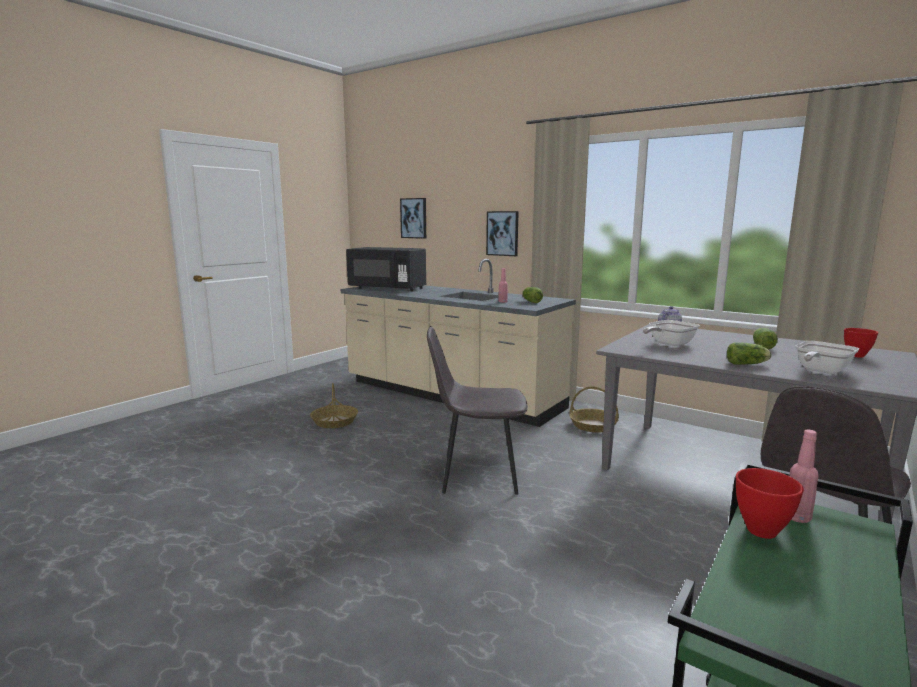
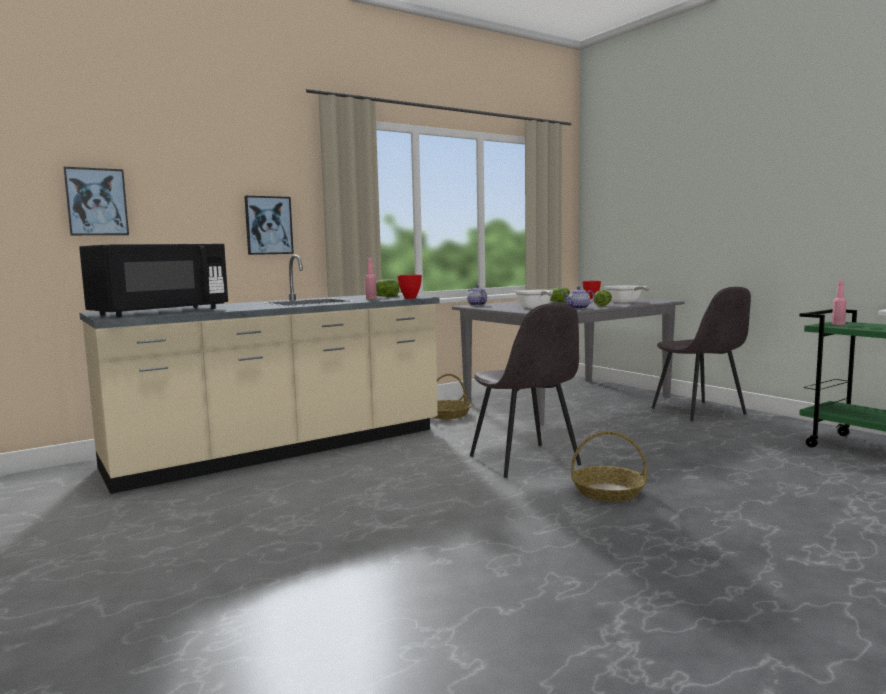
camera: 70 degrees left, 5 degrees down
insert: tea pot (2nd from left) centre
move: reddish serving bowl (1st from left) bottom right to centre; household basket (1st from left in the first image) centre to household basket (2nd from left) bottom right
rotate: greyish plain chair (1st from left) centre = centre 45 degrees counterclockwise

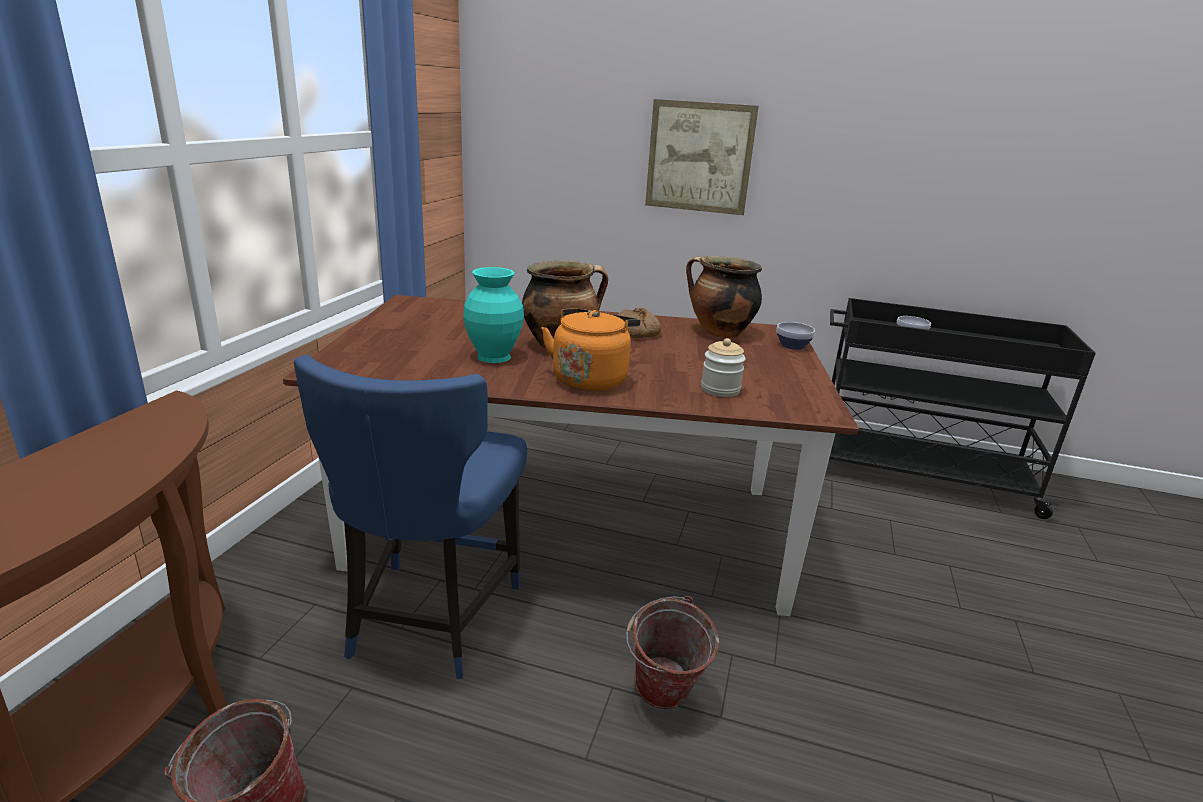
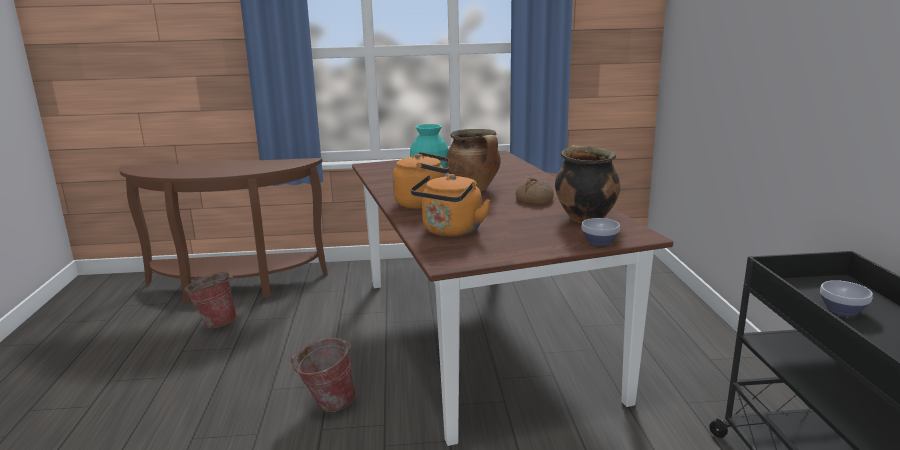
camera: 70 degrees right, 5 degrees down
delete: blue plain chair centre; picture top centre
replace: storage jar centre to orange water kettle (2nd from left) centre

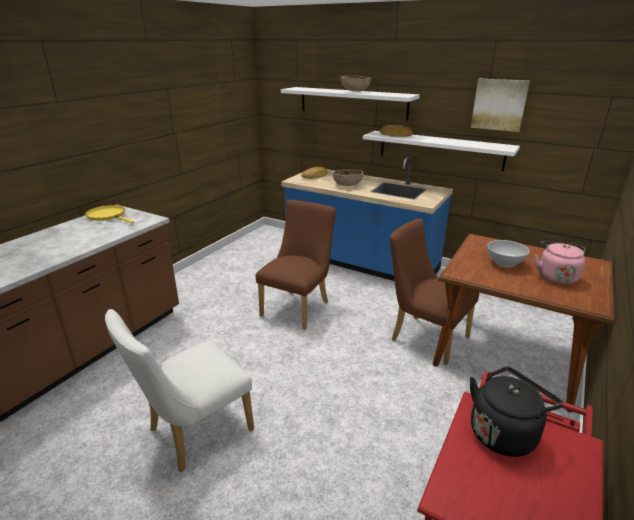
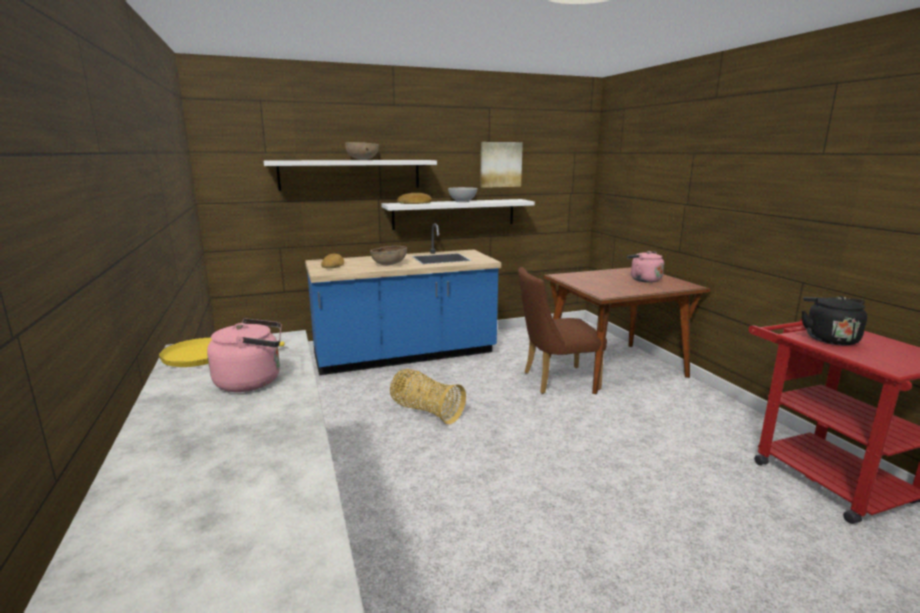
camera: 50 degrees left, 10 degrees down
delete: white-coloured plain chair bottom left
insert: pink-coloured water kettle (1st from left) middle left
move: white-coloured serving bowl middle right to top centre
replace: brown-coloured plain chair (1st from left) centre to household basket centre

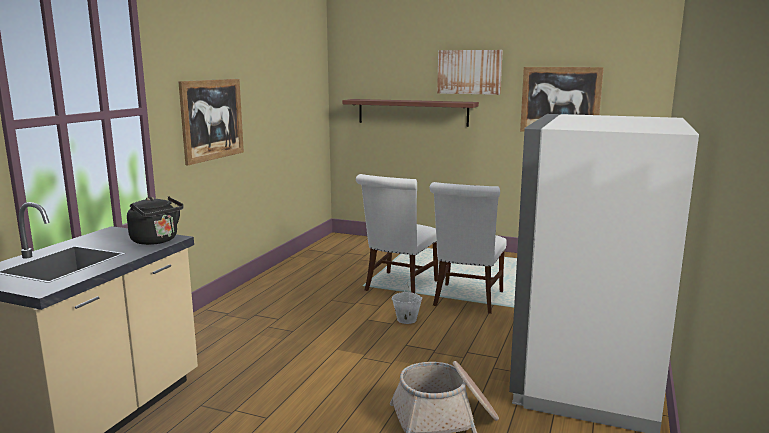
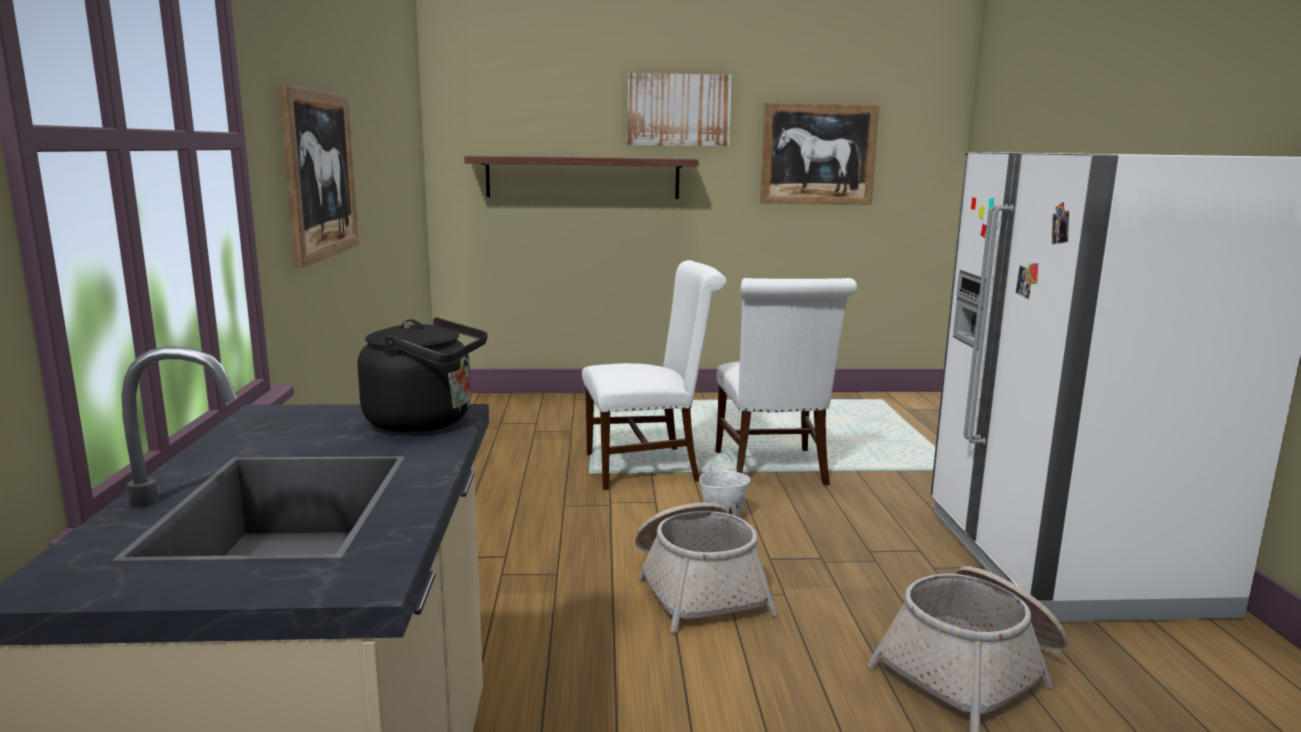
camera: 25 degrees left, 0 degrees up
insert: household basket (1st from left) bottom centre
rotate: white-coloured plain chair (1st from left) centre = centre 105 degrees counterclockwise

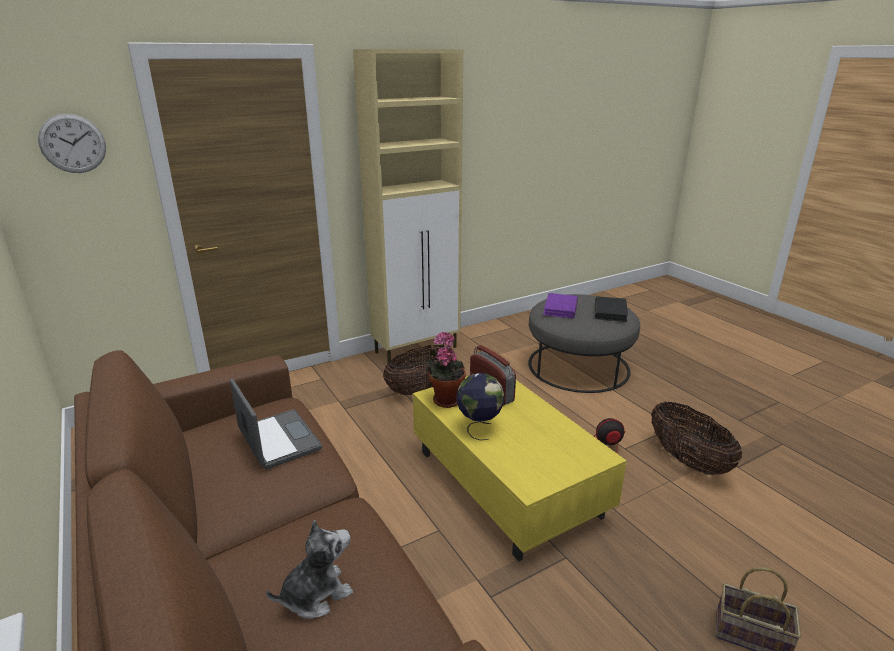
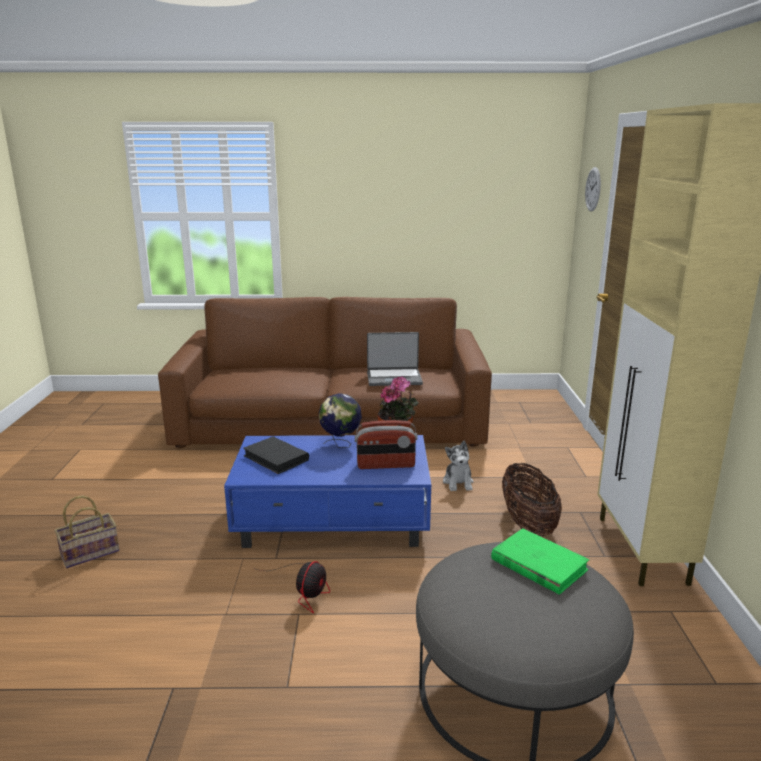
camera: 120 degrees right, 5 degrees down
delete: household basket (2nd from left) bottom right
move: blackish bound book middle right to centre; soft toy bottom centre to centre
recolor: yellowish lounge table bottom centre to blue lounge table centre; purple bound book centre to greenish bound book bottom right

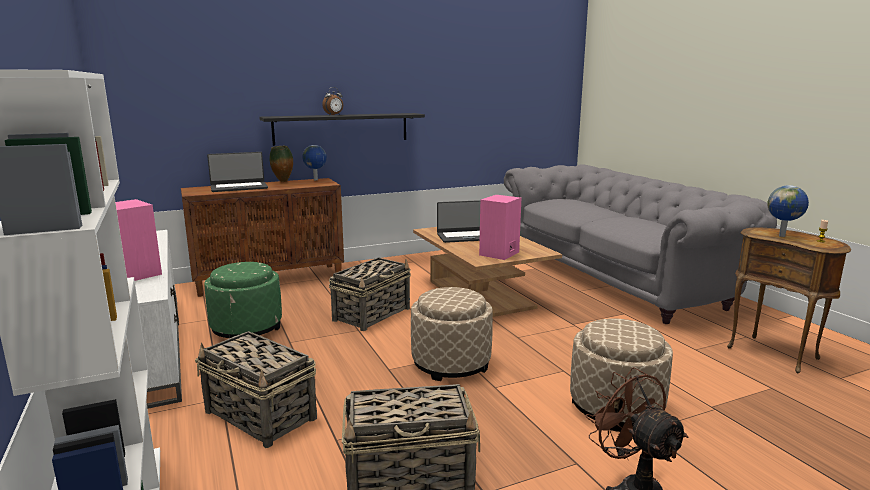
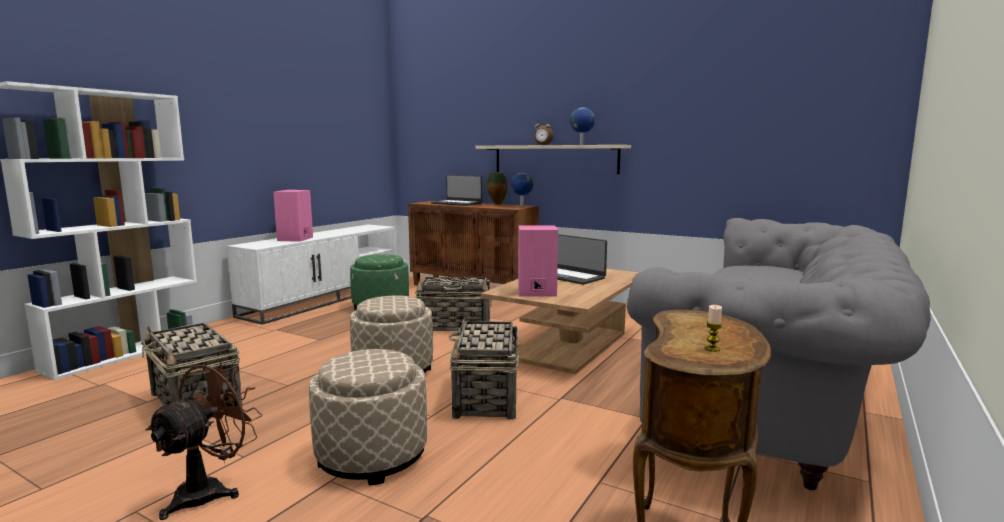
camera: 55 degrees right, 5 degrees down
move: household basket (1st from left in the first image) bottom left to household basket (3rd from left) bottom centre; desk globe (2nd from left) middle right to top centre
recolor: blackish wall shelf top centre to beige wall shelf top centre

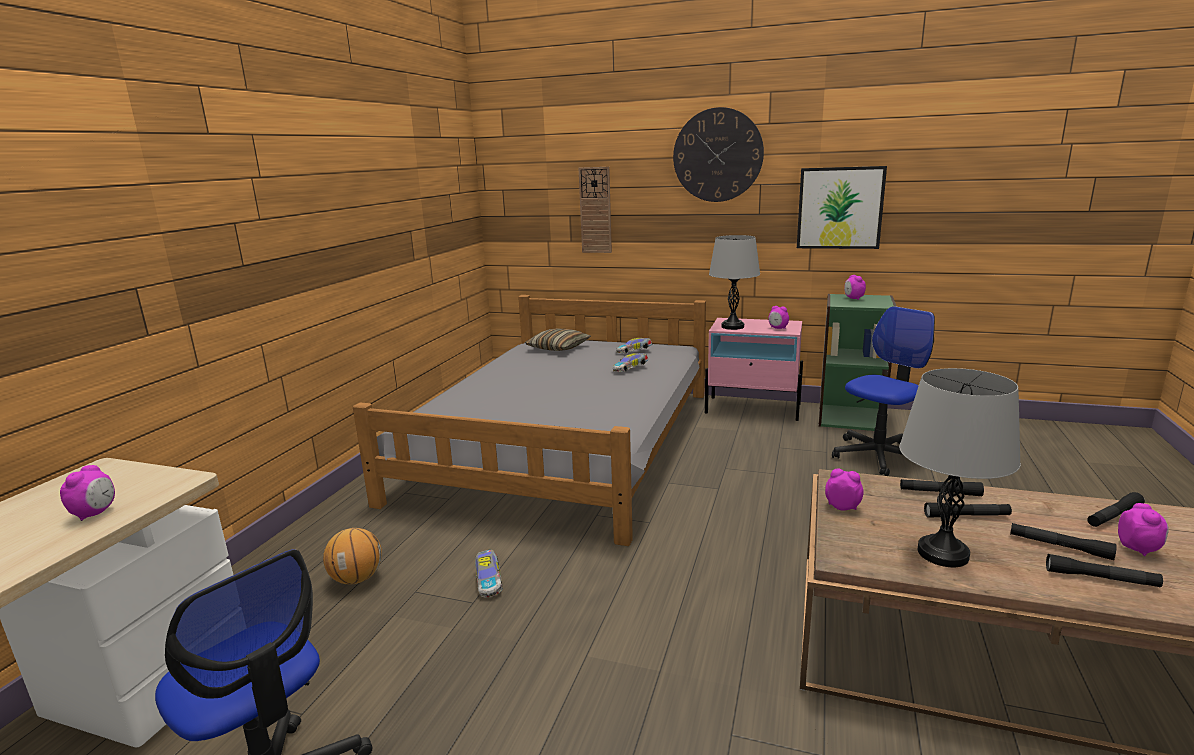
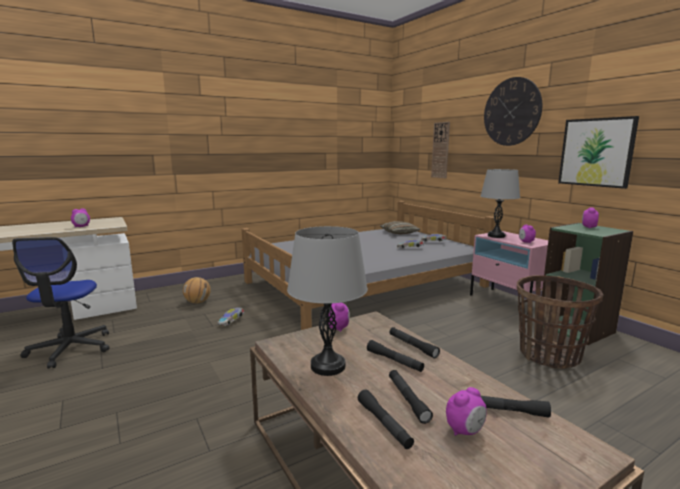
camera: 40 degrees right, 5 degrees down
replace: office chair (2nd from left) middle right to household basket middle right

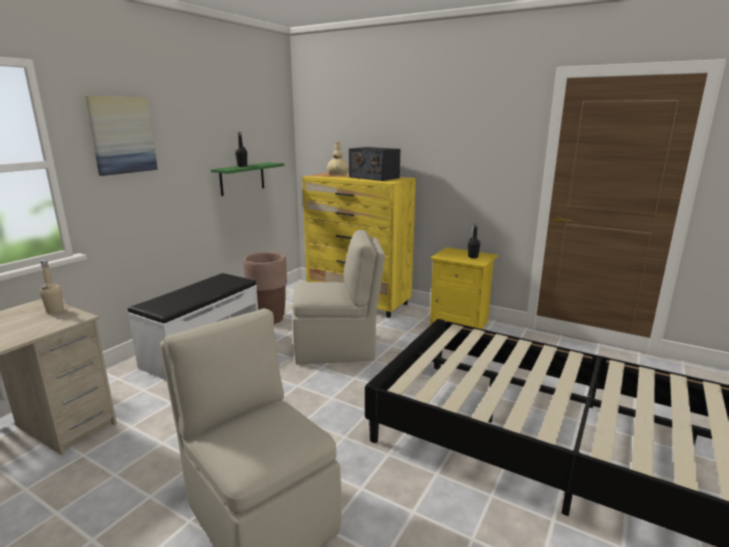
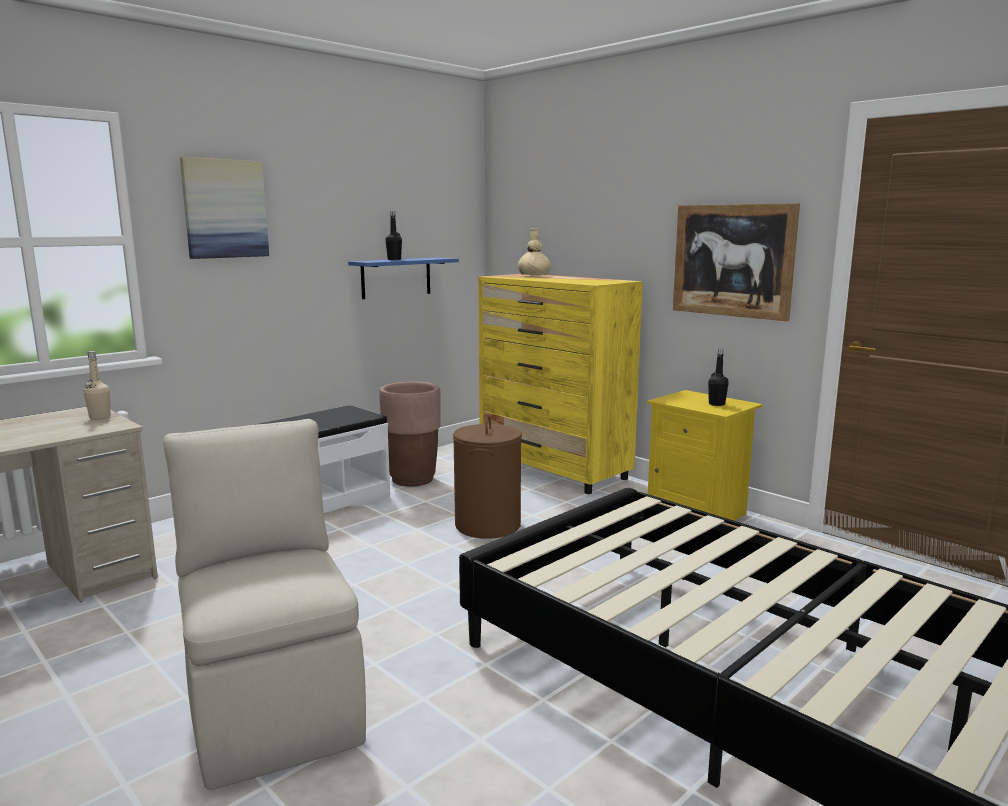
camera: 15 degrees right, 5 degrees down
delete: radio receiver top centre
insert: picture (2nd from left) top right
replace: beige plain chair (2nd from left) centre to brown-coloured washing basket centre
recolor: greenish wall shelf top centre to blue wall shelf centre

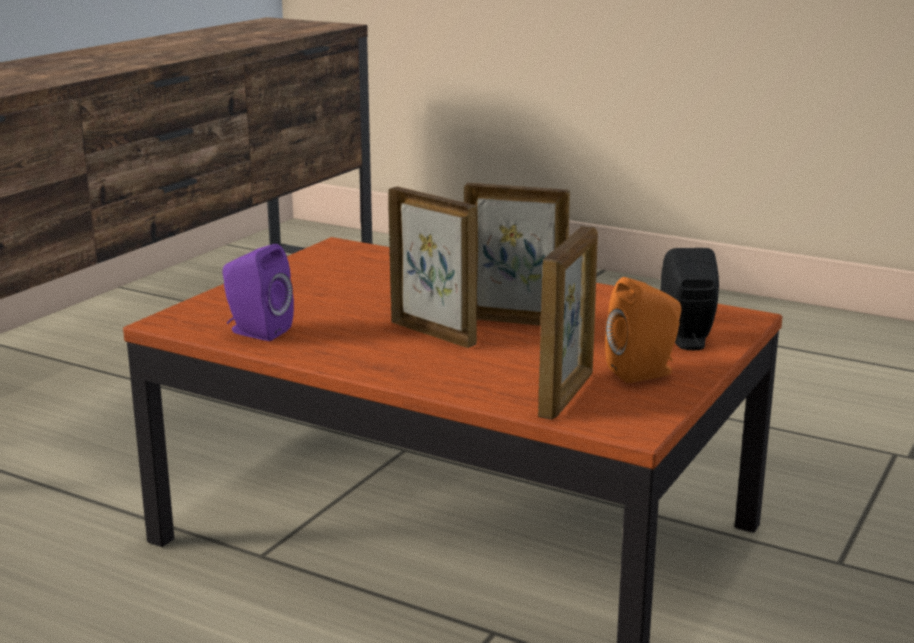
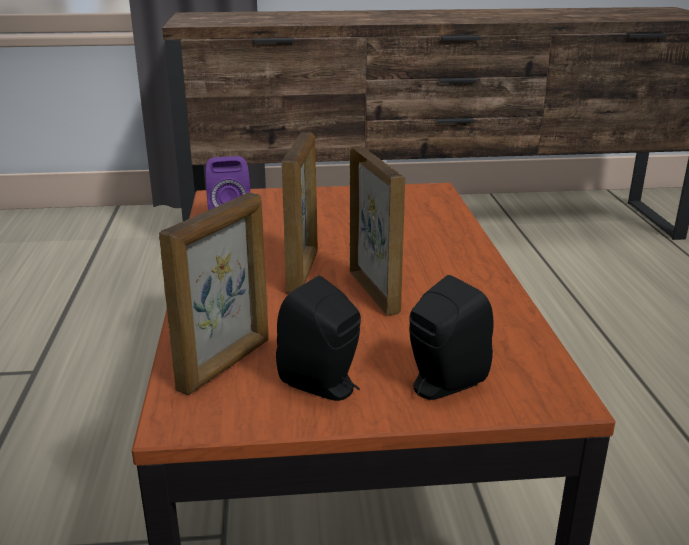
camera: 55 degrees right, 5 degrees up
recolor: orange audio speaker middle right to blackish audio speaker (1st from left) centre
rotate: standing frame (3rd from left in the first image) centre = middle left 45 degrees counterclockwise

